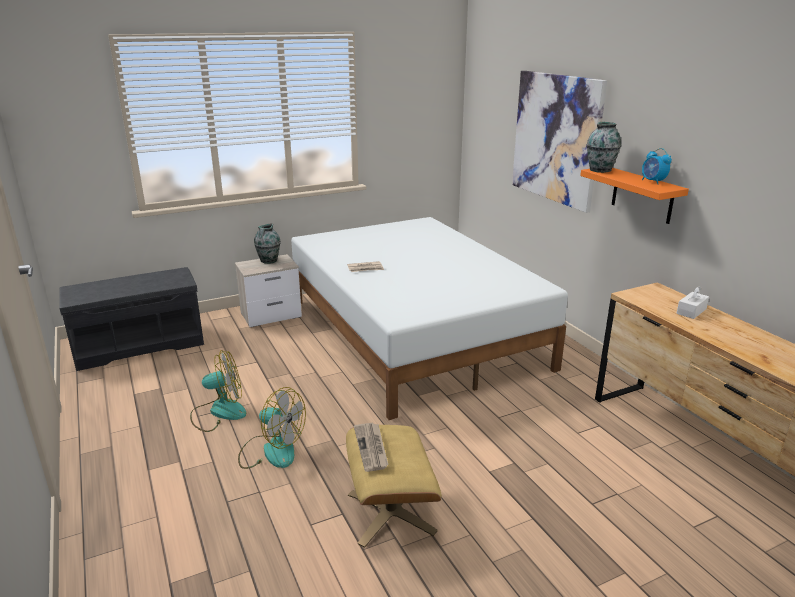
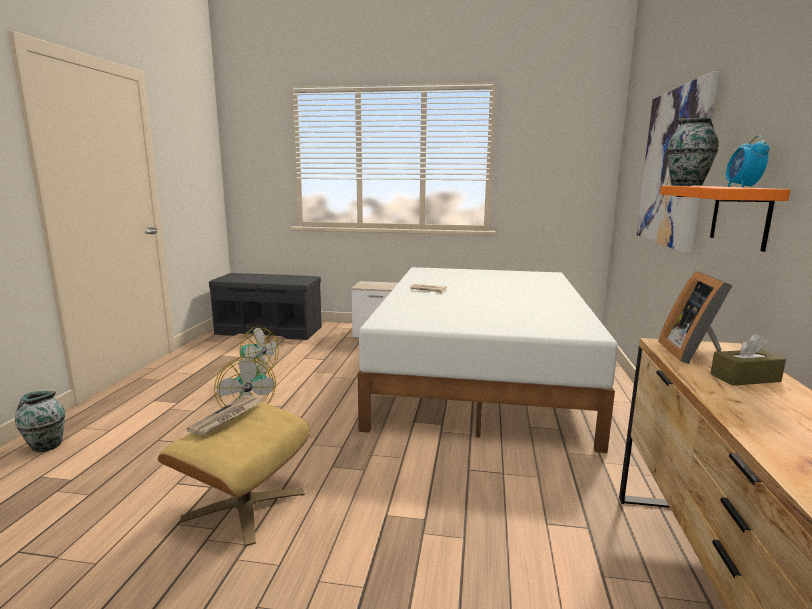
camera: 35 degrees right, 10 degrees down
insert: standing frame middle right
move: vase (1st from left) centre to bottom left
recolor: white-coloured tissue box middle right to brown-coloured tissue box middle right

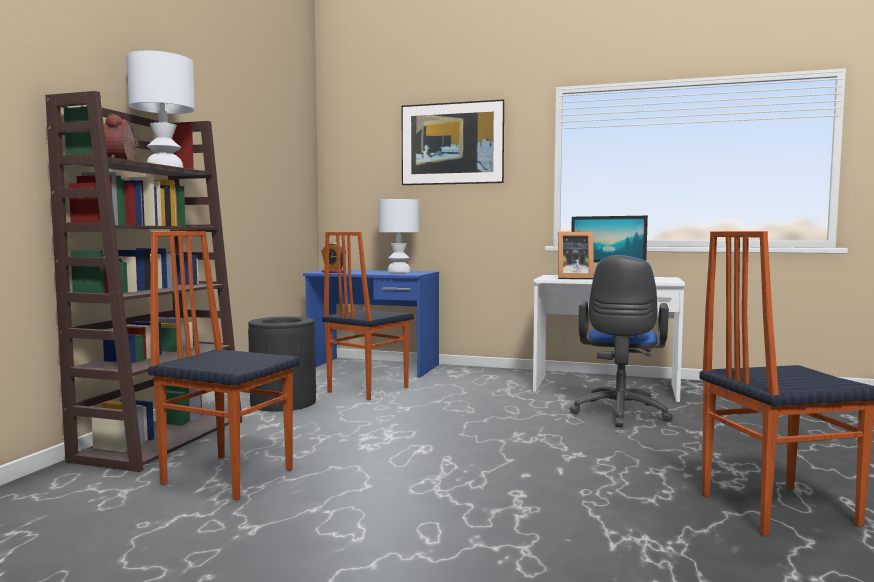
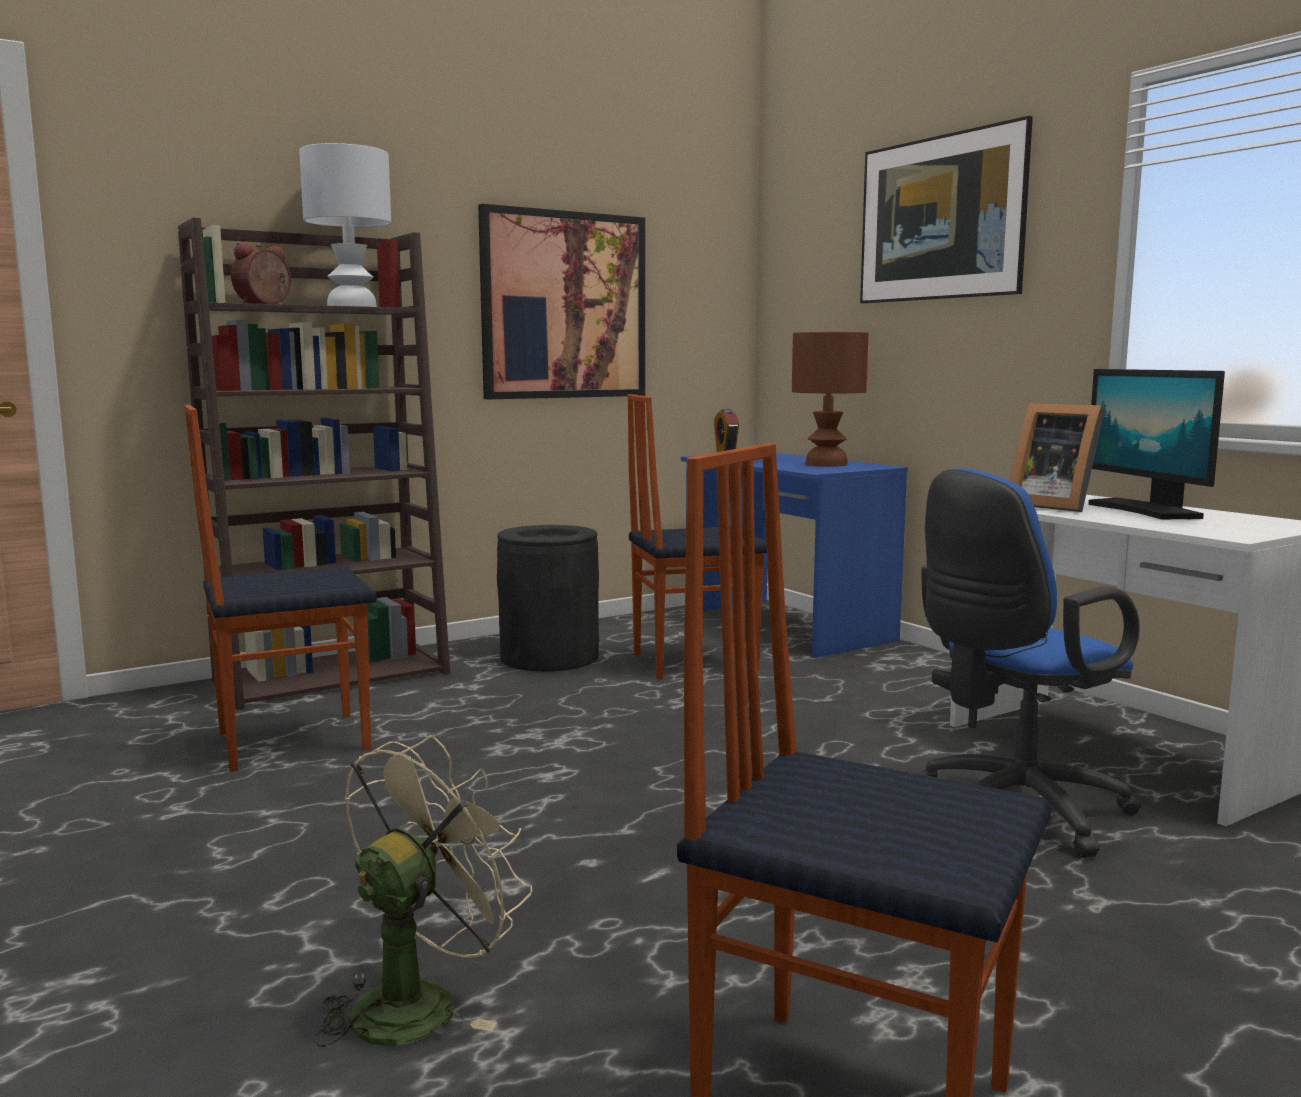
camera: 40 degrees right, 5 degrees up
insert: beige cooling fan bottom left; picture (1st from left) top centre
recolor: white-coloured lamp for a table (2nd from left) centre to brown-coloured lamp for a table centre
rotate: plain chair (1st from left) middle left = middle left 90 degrees counterclockwise

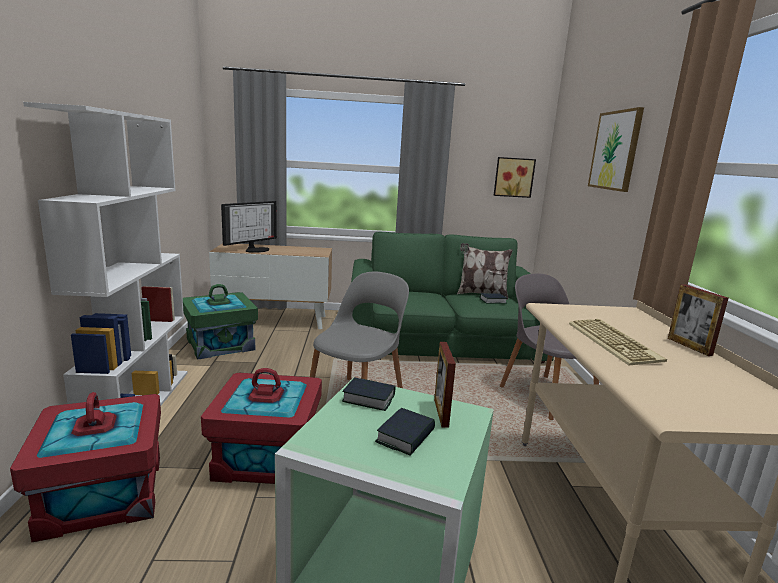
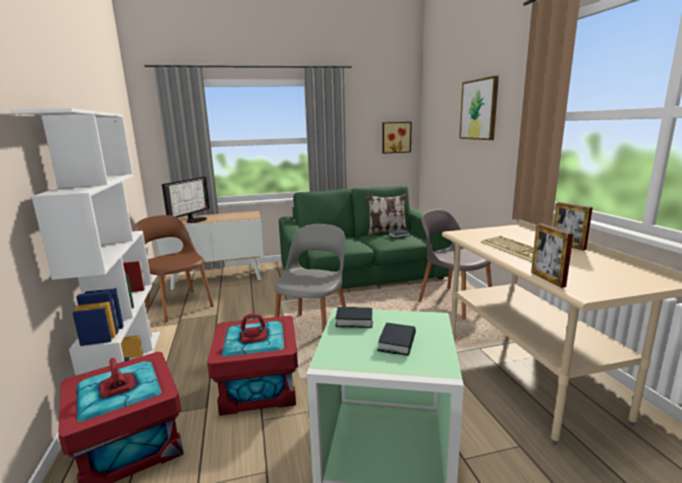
camera: 10 degrees left, 0 degrees up
move: standing frame (1st from left) centre to middle right
replace: greenish storage container (1st from left) middle left to brown-coloured plain chair middle left

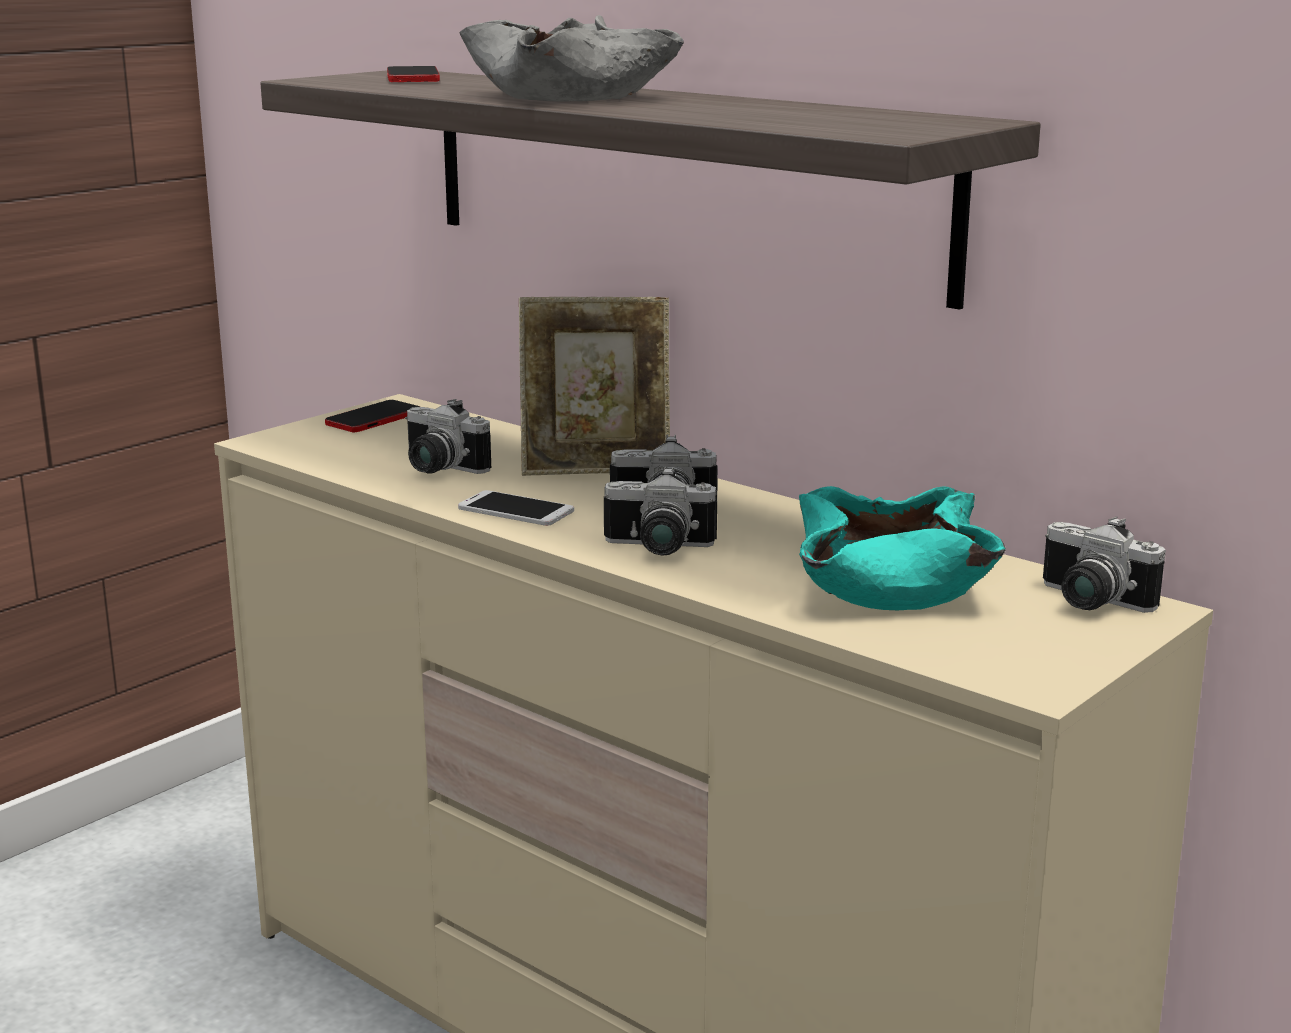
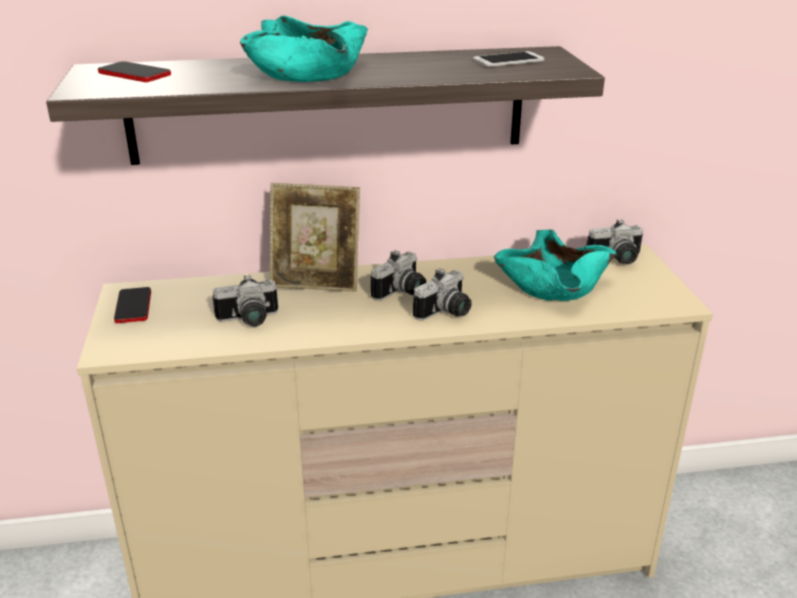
camera: 50 degrees left, 10 degrees up
move: handset (3rd from left) centre to top centre
recolor: greyish serving bowl top centre to turquoise-coloured serving bowl (1st from left) top centre
rotate: standing frame centre = centre 60 degrees clockwise

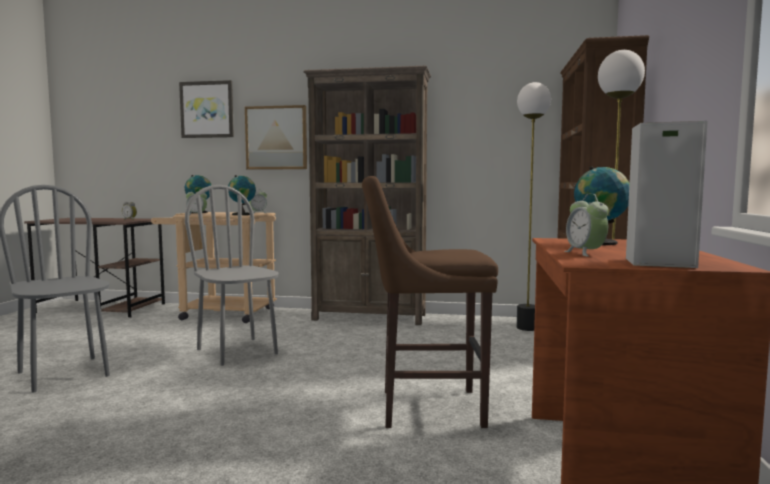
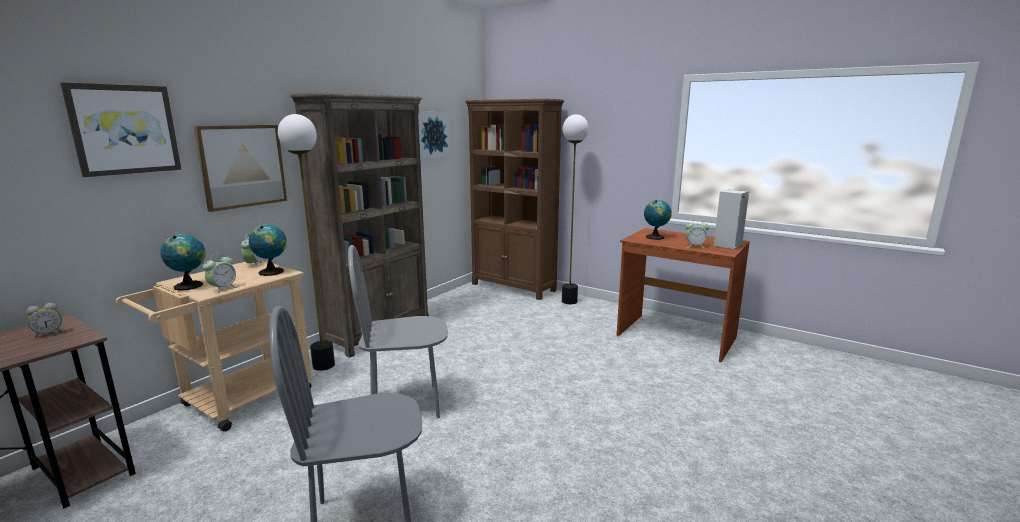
camera: 65 degrees left, 10 degrees up
delete: brown-coloured sitting stool centre
insert: picture (3rd from left) top centre
move: standing lamp (1st from left) middle right to middle left

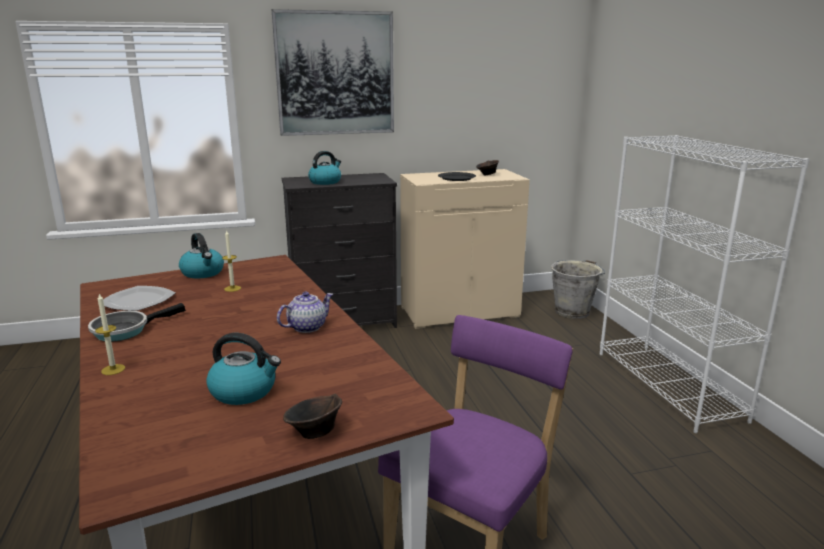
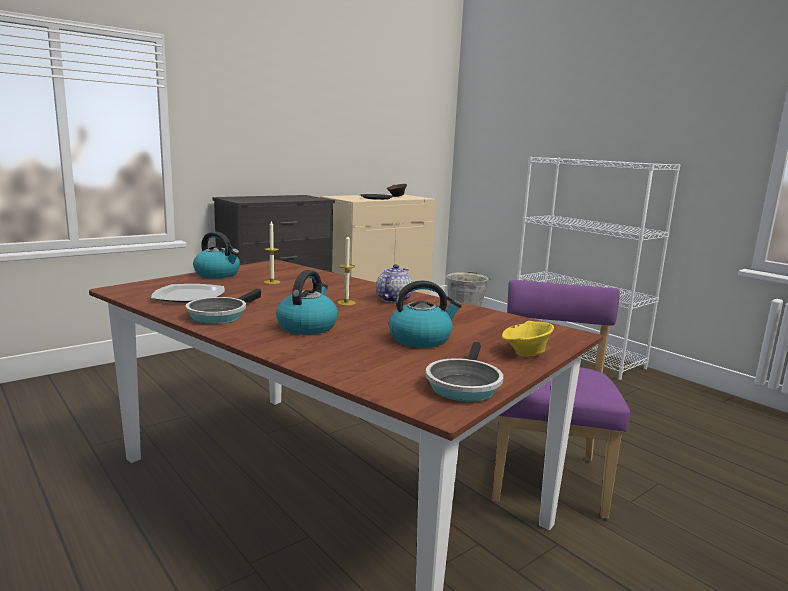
camera: 25 degrees left, 5 degrees down
delete: picture top centre
insert: pan (2nd from left) centre
move: water kettle (3rd from left in the first image) top centre to water kettle (2nd from left) centre; wax light (1st from left in the first image) middle left to wax light (2nd from left) centre
recolor: brown-coloured serving bowl (1st from left) bottom centre to yellowish serving bowl middle right

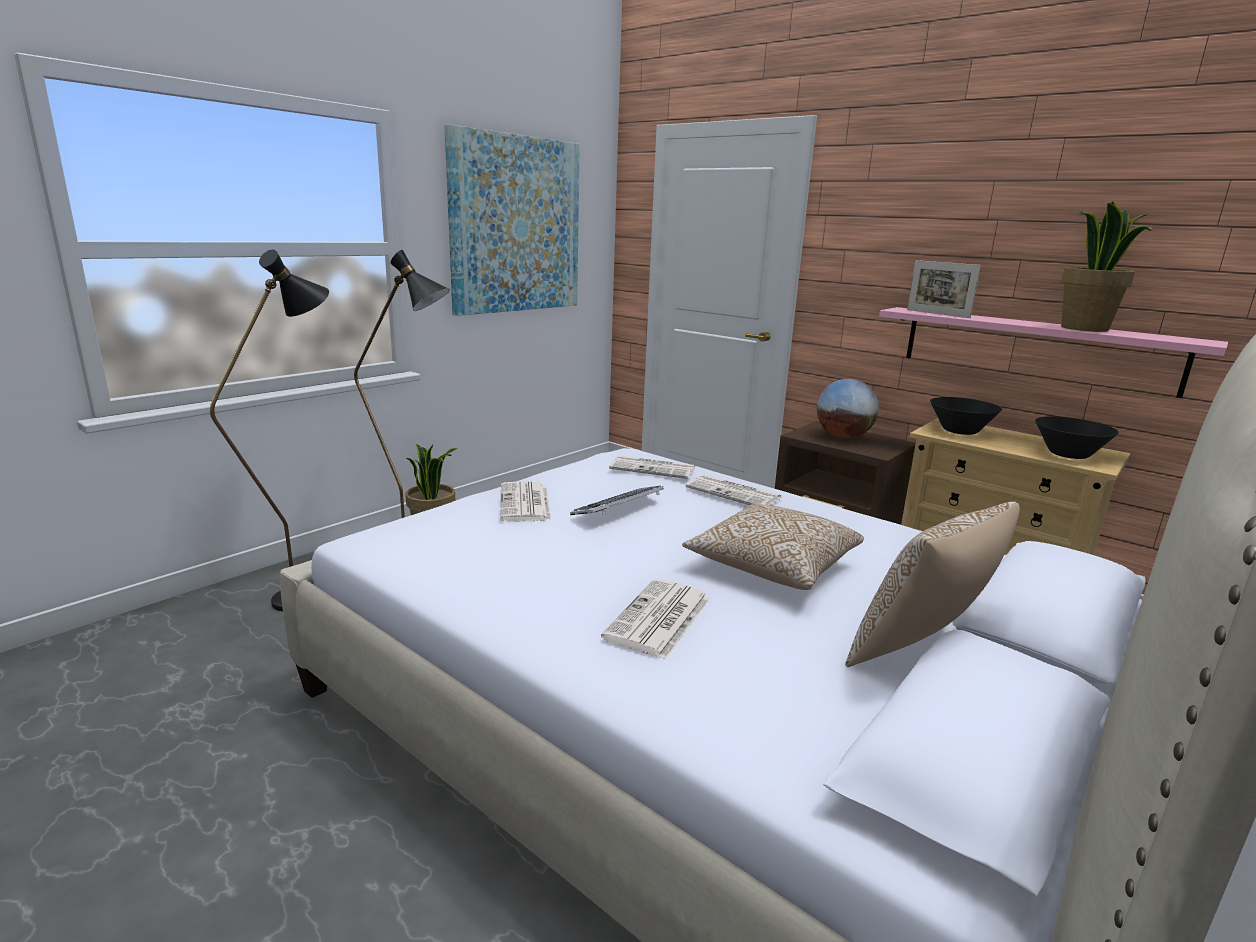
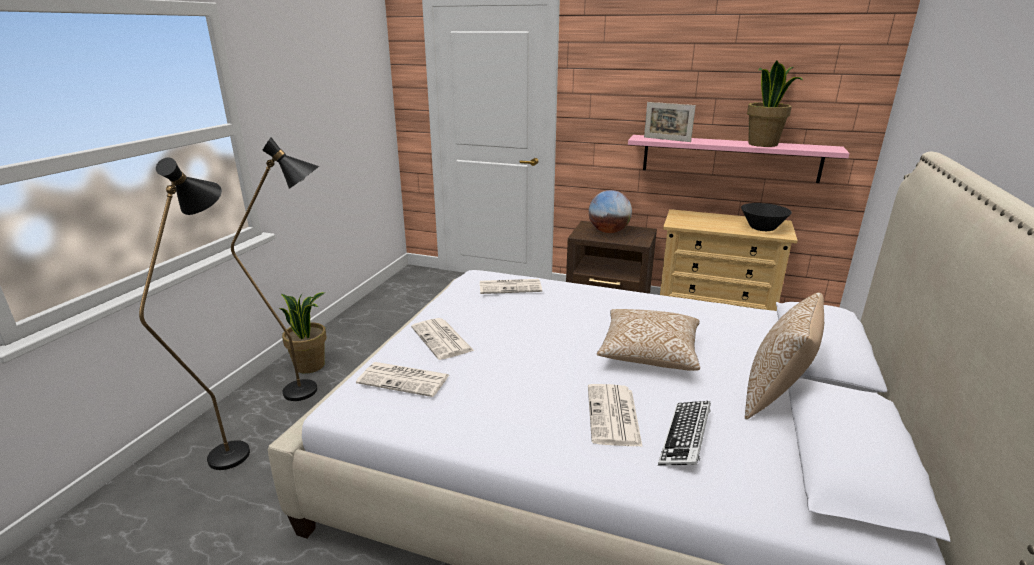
camera: 20 degrees left, 5 degrees up
delete: picture top centre; blackish serving bowl (1st from left) middle right
move: daily paper (4th from left in the first image) centre to daily paper (1st from left) bottom centre; computer keyboard centre to bottom centre

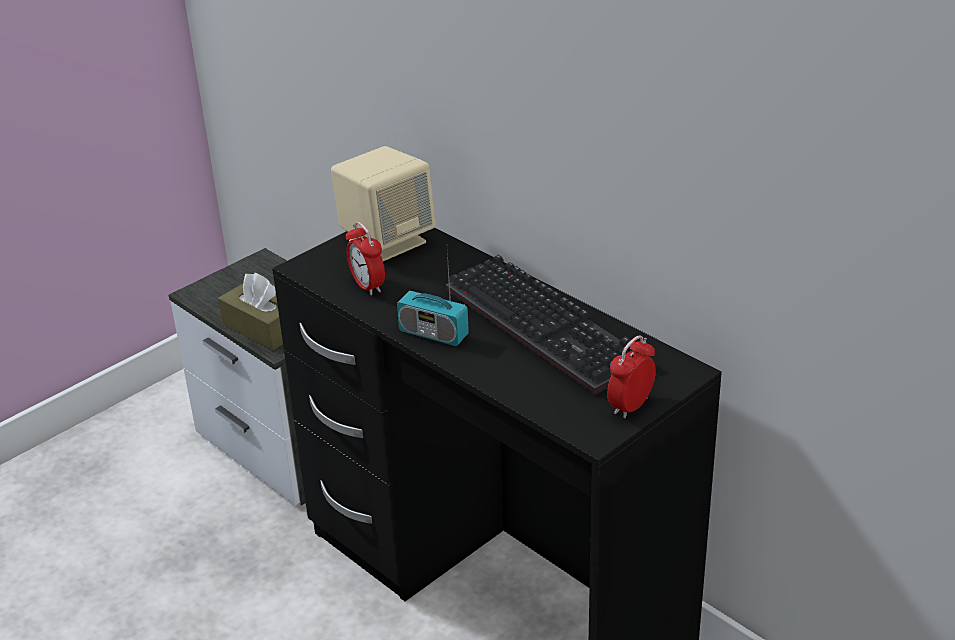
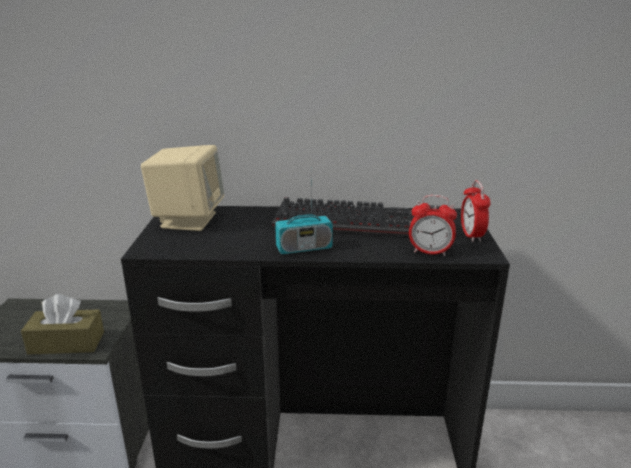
camera: 45 degrees left, 10 degrees down
move: alarm clock (1st from left) centre to middle right

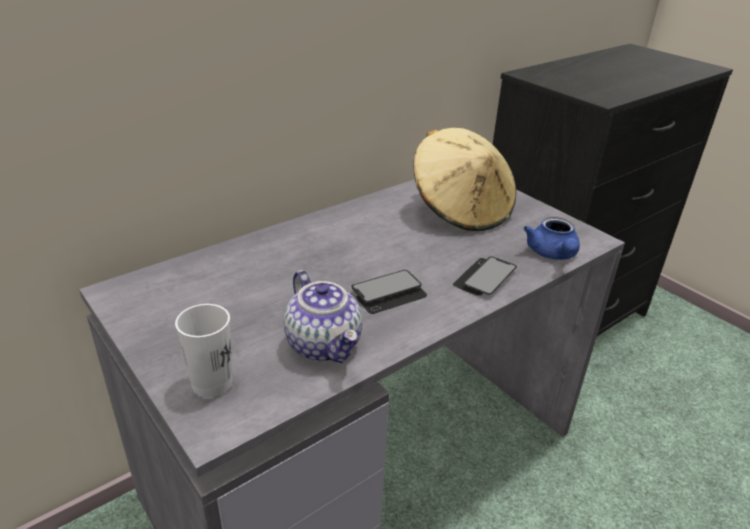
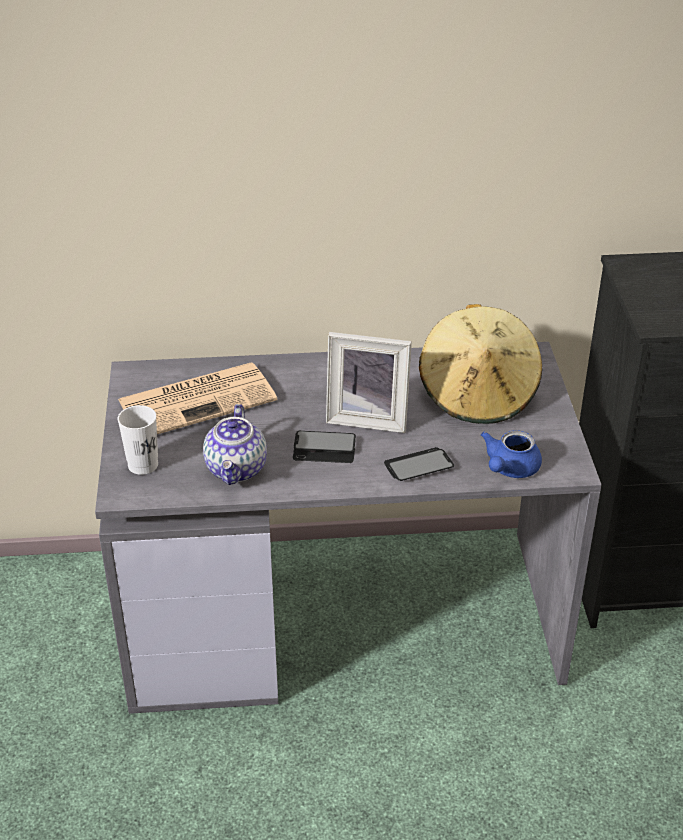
camera: 35 degrees right, 5 degrees up
insert: daily paper middle left; standing frame centre

